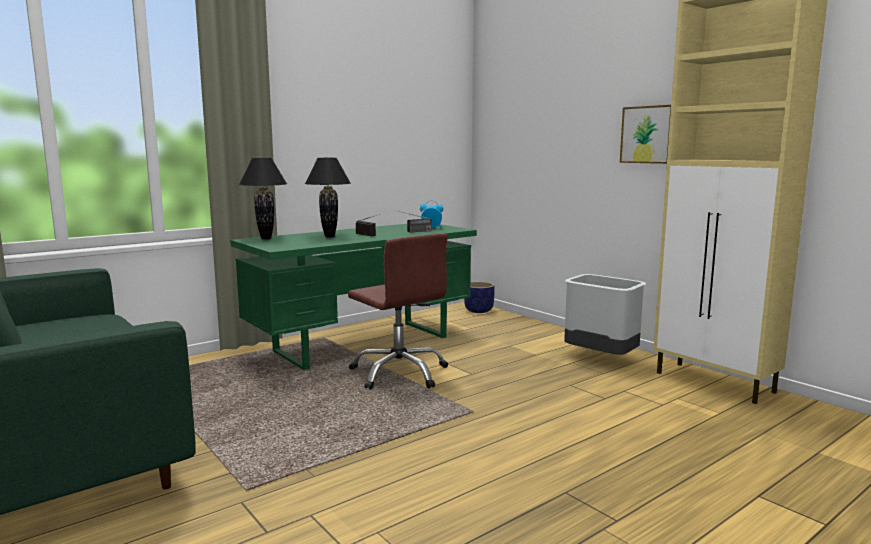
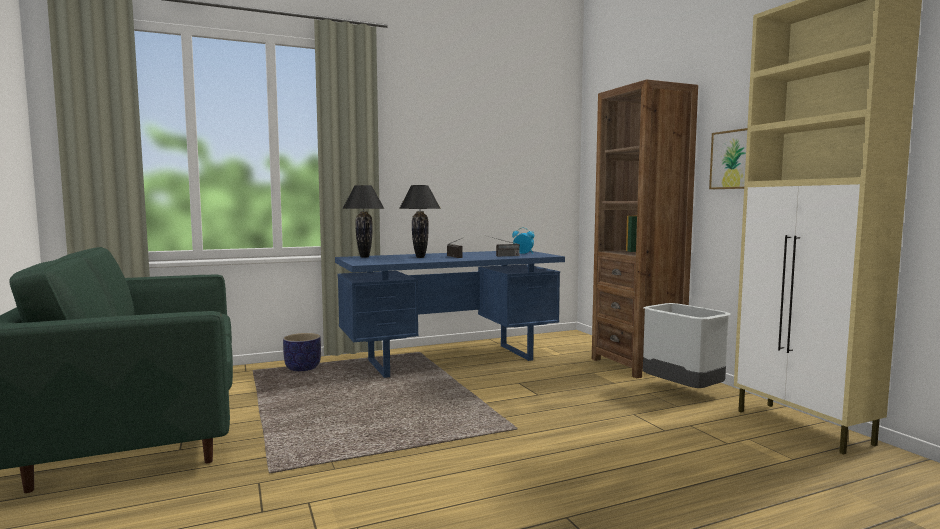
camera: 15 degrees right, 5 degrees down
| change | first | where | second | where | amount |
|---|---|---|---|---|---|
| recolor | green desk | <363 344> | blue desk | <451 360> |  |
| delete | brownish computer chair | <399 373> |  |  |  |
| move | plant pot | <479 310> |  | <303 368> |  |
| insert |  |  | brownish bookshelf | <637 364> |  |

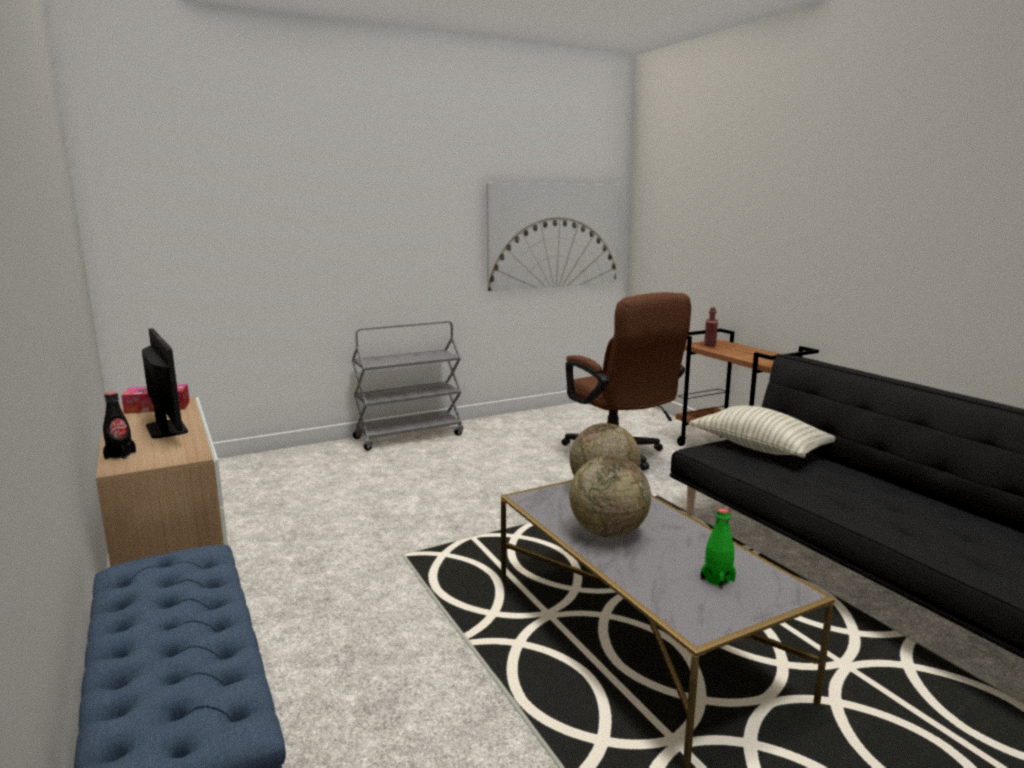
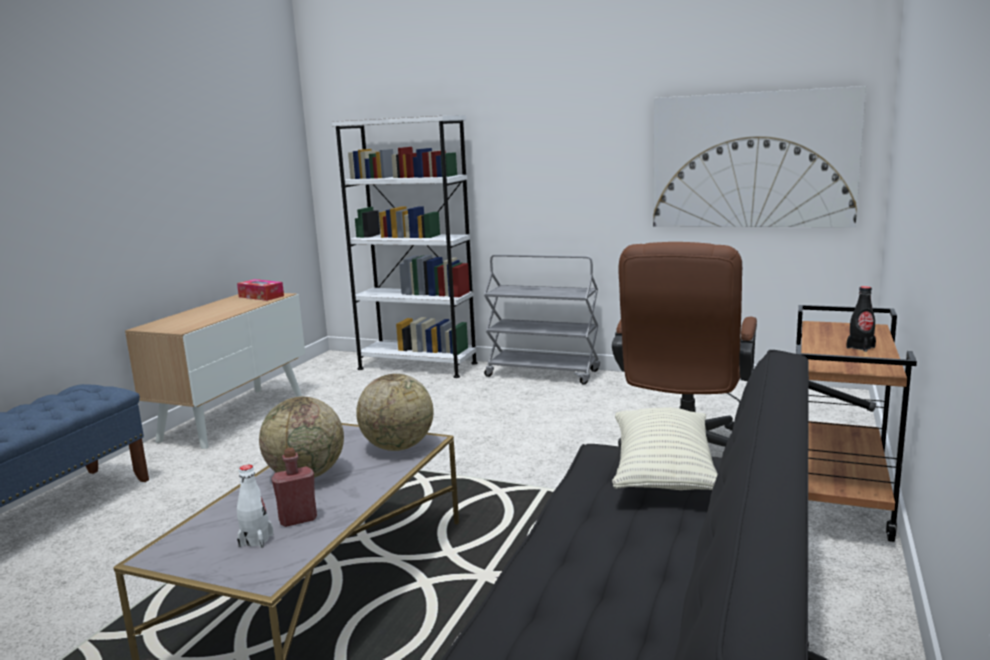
camera: 50 degrees right, 0 degrees up
| change | first | where | second | where | amount |
|---|---|---|---|---|---|
| move | red beverage bottle | <710 345> |  | <298 519> |  |
| delete | computer display | <166 429> |  |  |  |
| move | black-coloured beverage bottle | <120 455> |  | <860 347> |  |
| recolor | green beverage bottle | <717 579> | whitish beverage bottle | <256 540> |  |
| insert |  |  | whitish bookshelf | <417 366> |  |

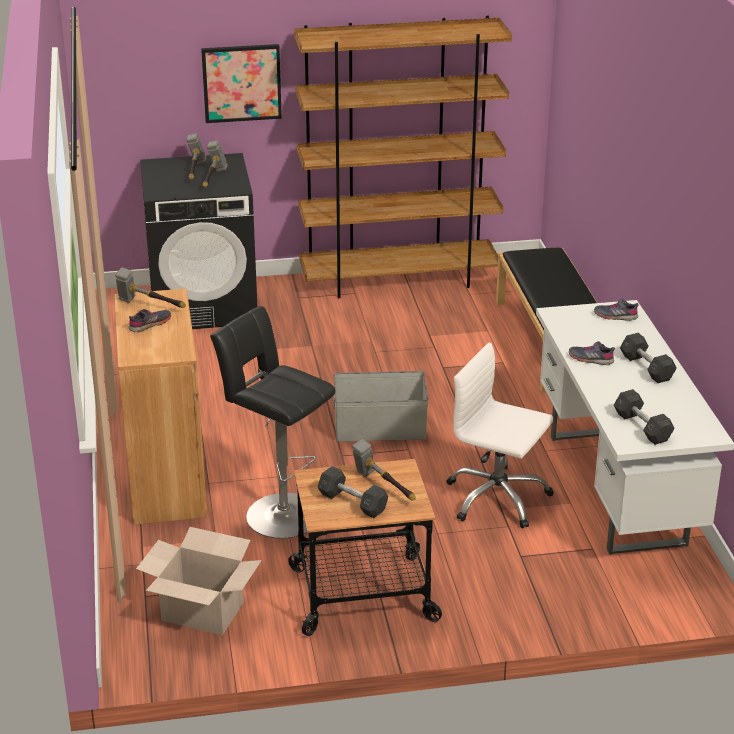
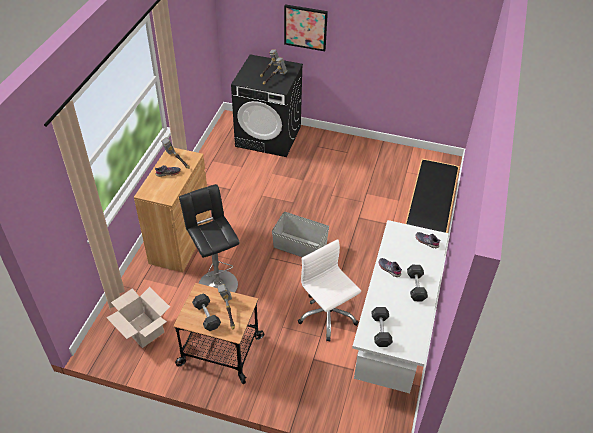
camera: 25 degrees right, 15 degrees up
| change | first | where | second | where | amount |
|---|---|---|---|---|---|
| delete | brownish bookshelf | <399 280> |  |  |  |

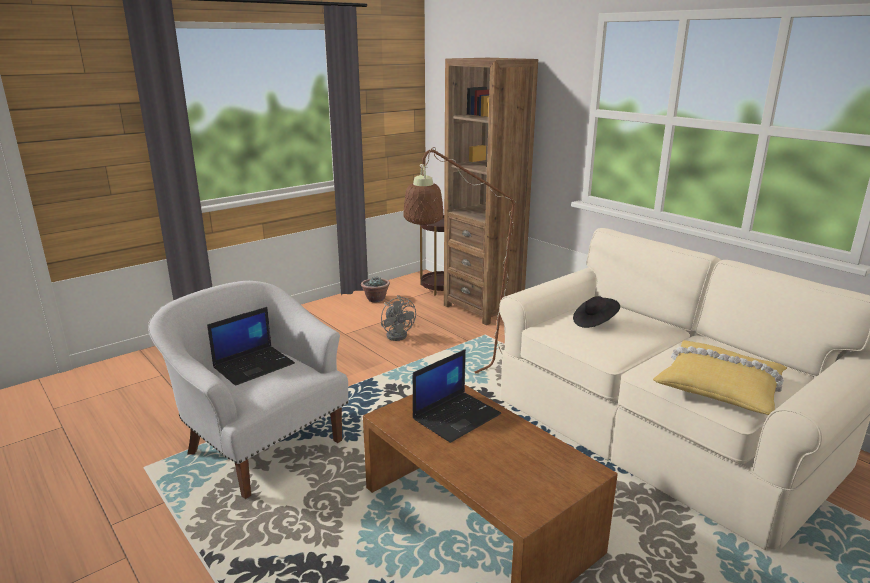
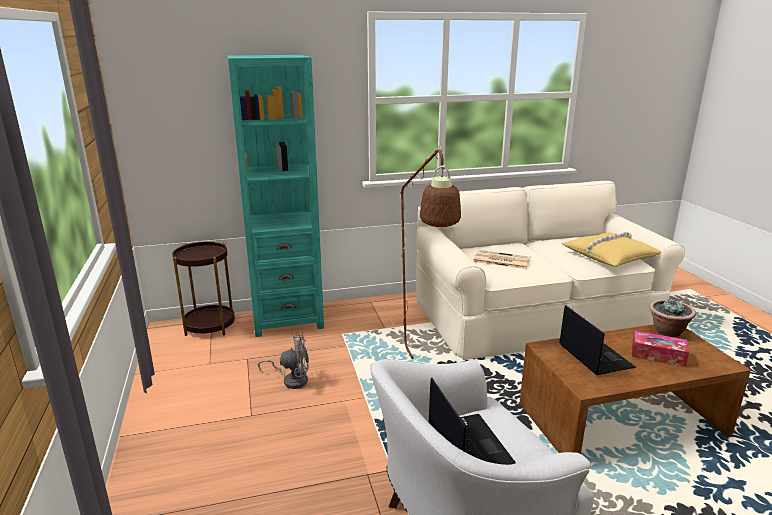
camera: 65 degrees left, 0 degrees up
| change | first | where | second | where | amount |
|---|---|---|---|---|---|
| recolor | brownish bookshelf | <483 308> | blue-green bookshelf | <287 319> |  |
| move | potted plant | <375 299> |  | <667 331> |  |
| replace | black-coloured clothing hat | <594 322> | printed paper | <500 260> |  |
| insert |  |  | tissue box | <658 355> |  |

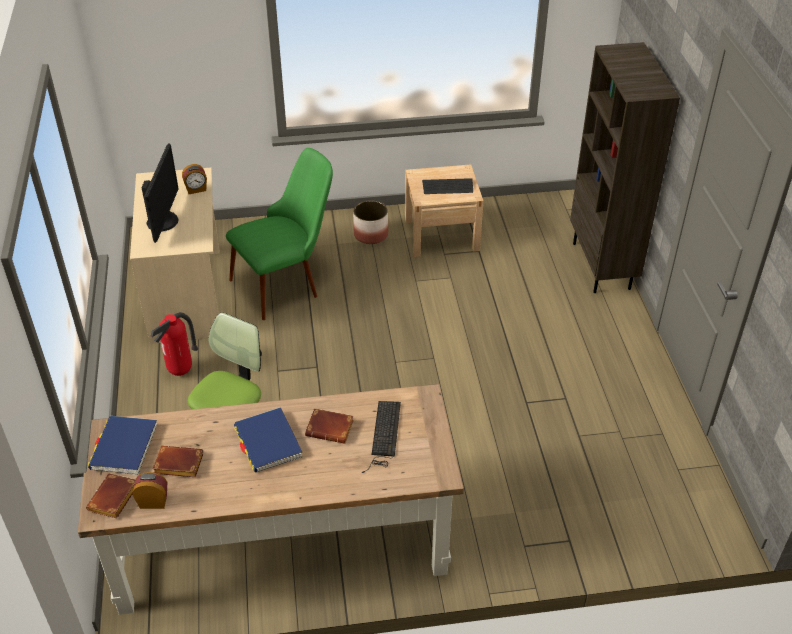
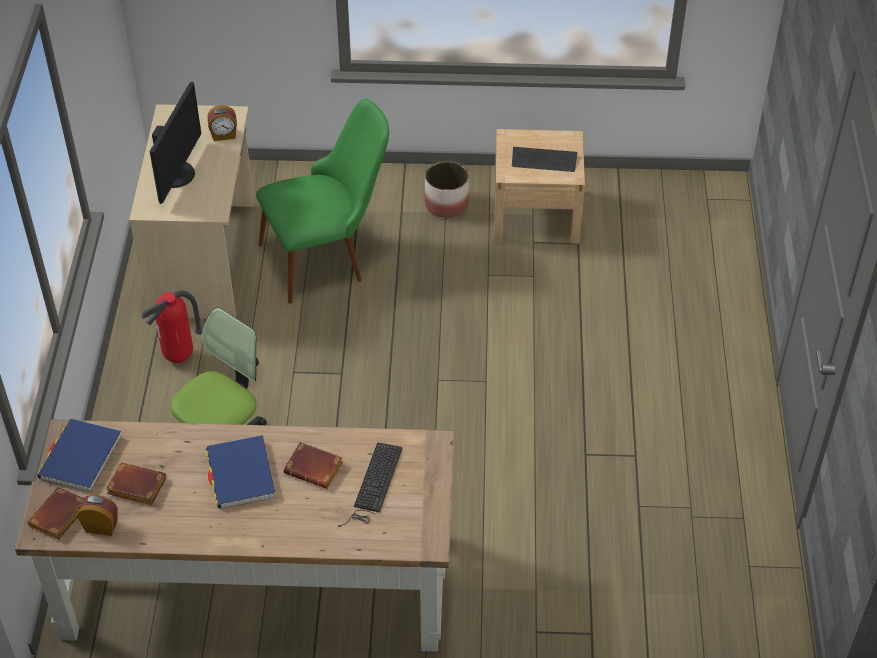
camera: 10 degrees right, 5 degrees up
| change | first | where | second | where | amount |
|---|---|---|---|---|---|
| delete | brownish bookshelf | <602 266> |  |  |  |

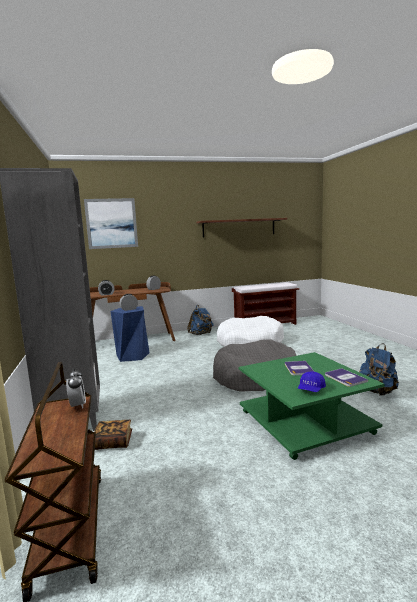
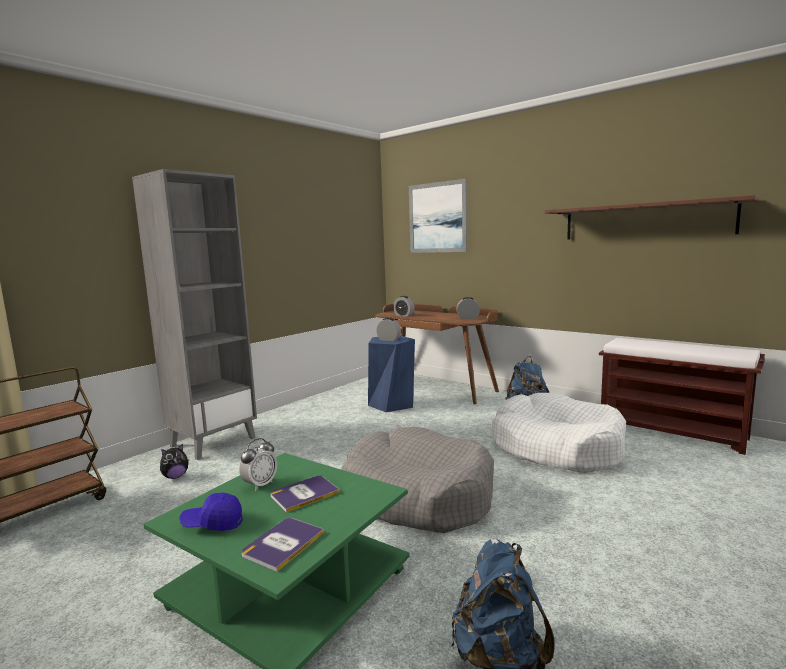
camera: 55 degrees right, 0 degrees up
| change | first | where | second | where | amount |
|---|---|---|---|---|---|
| move | bedside clock | <78 405> |  | <260 485> |  |
| replace | bound book | <113 442> | cuddly toy | <175 476> |  |

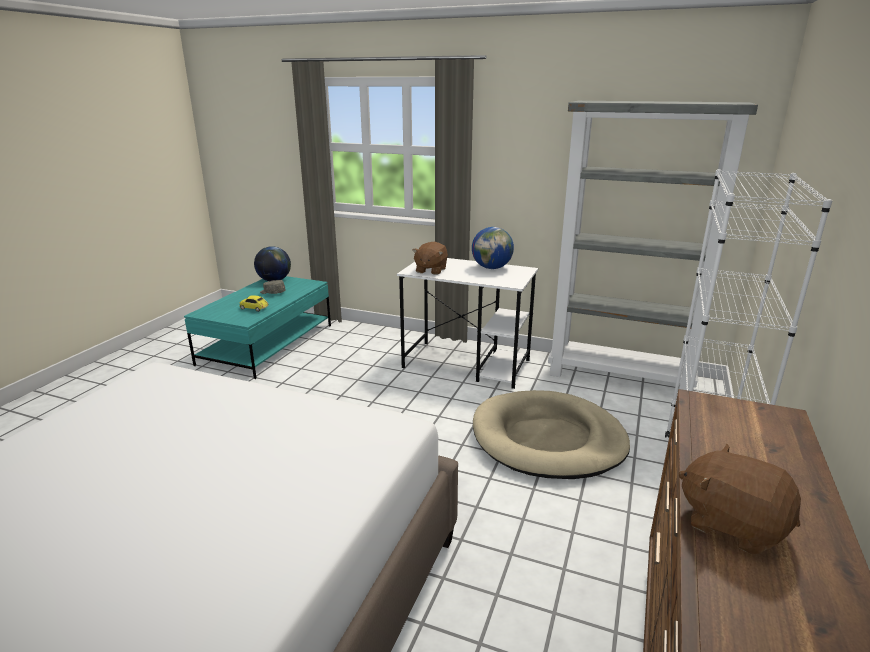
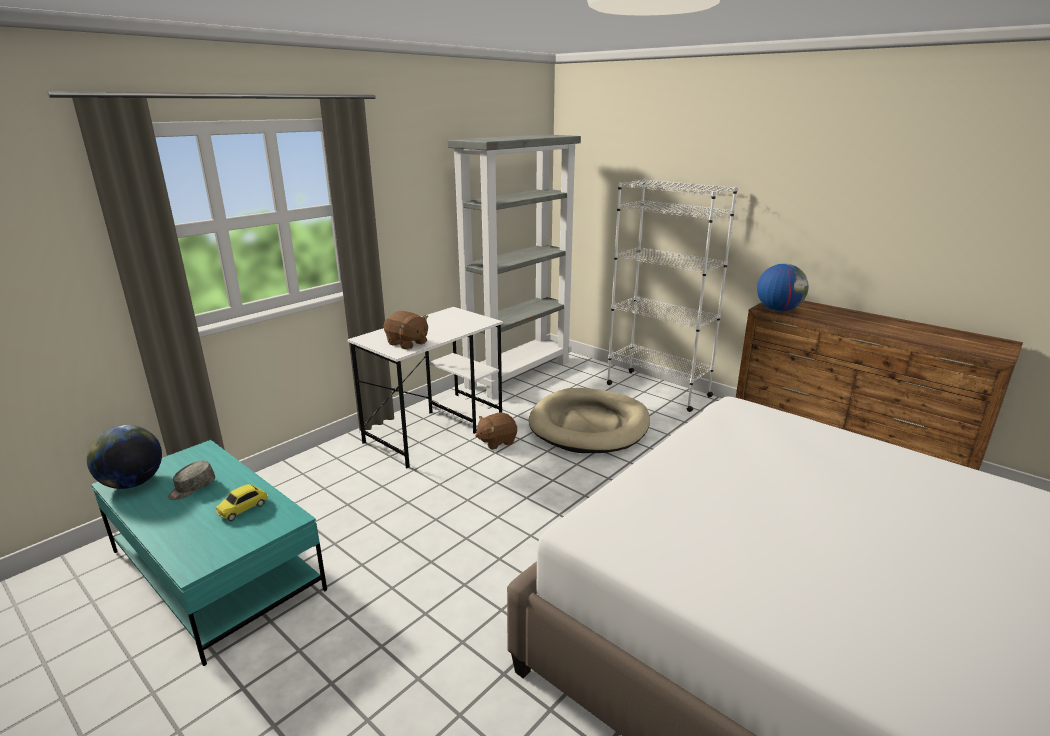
camera: 70 degrees left, 0 degrees up
| change | first | where | second | where | amount |
|---|---|---|---|---|---|
| move | globe | <492 268> |  | <778 310> |  |
| move | brownish cuddly toy | <732 524> |  | <496 441> |  |

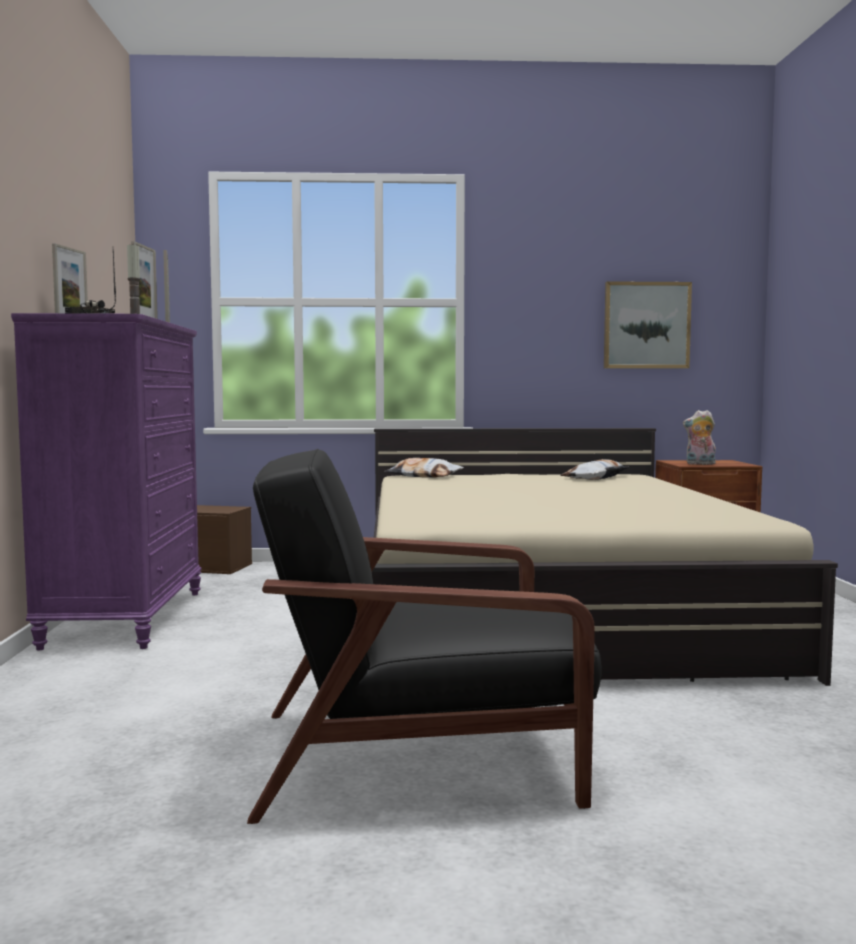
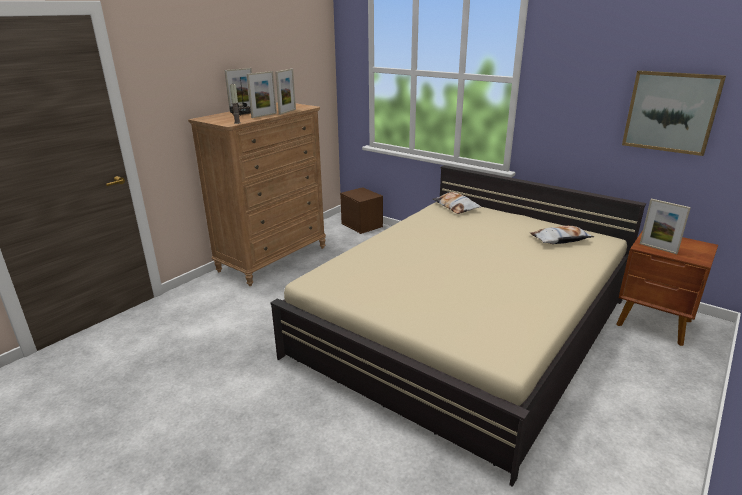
camera: 40 degrees right, 20 degrees up
| change | first | where | second | where | amount |
|---|---|---|---|---|---|
| recolor | purplish drawer chest | <125 618> | brownish drawer chest | <273 259> |  |
| replace | cuddly toy | <699 464> | picture frame | <658 248> |  |
| delete | black-coloured easy chair | <420 755> |  |  |  |

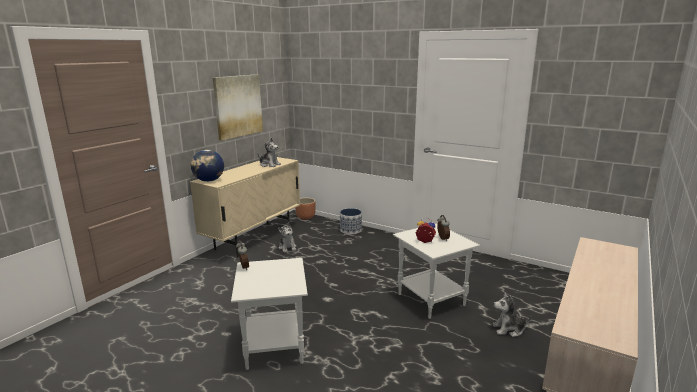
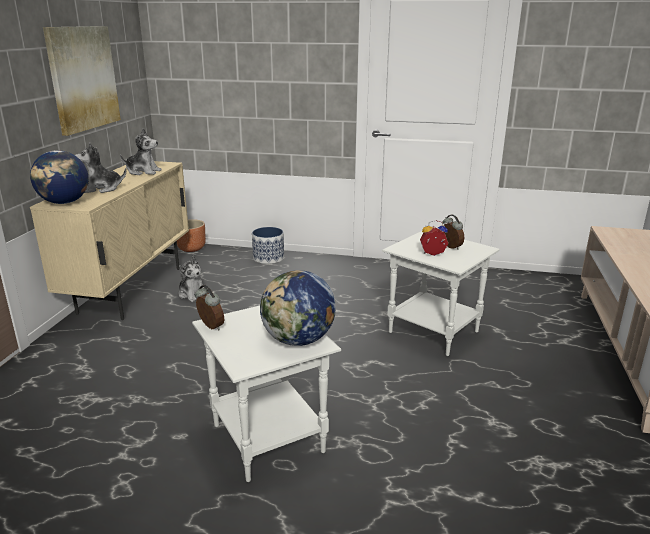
camera: 20 degrees left, 5 degrees up
| change | first | where | second | where | amount |
|---|---|---|---|---|---|
| move | cuddly toy | <509 329> |  | <102 189> |  |
| insert |  |  | globe | <298 340> |  |

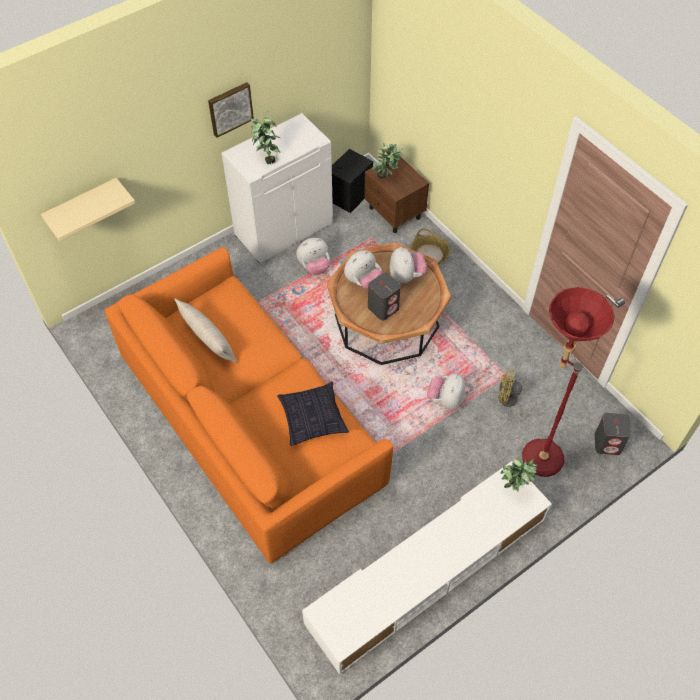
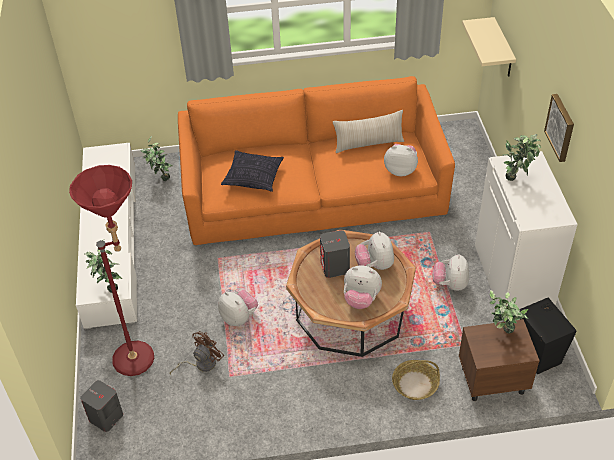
camera: 120 degrees right, 10 degrees down
| change | first | where | second | where | amount |
|---|---|---|---|---|---|
| recolor | yellow fan | <510 402> | brownish fan | <201 364> |  |
| insert |  |  | potted plant | <160 178> |  |
| insert |  |  | cuddly toy | <400 170> |  |

